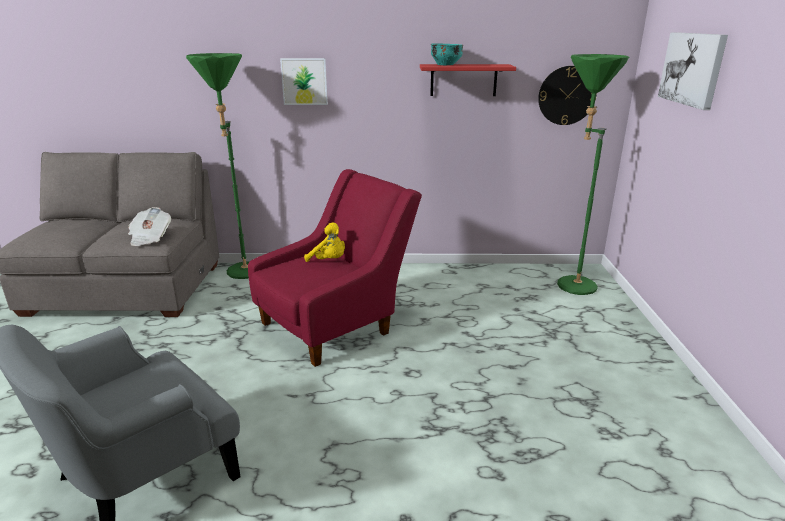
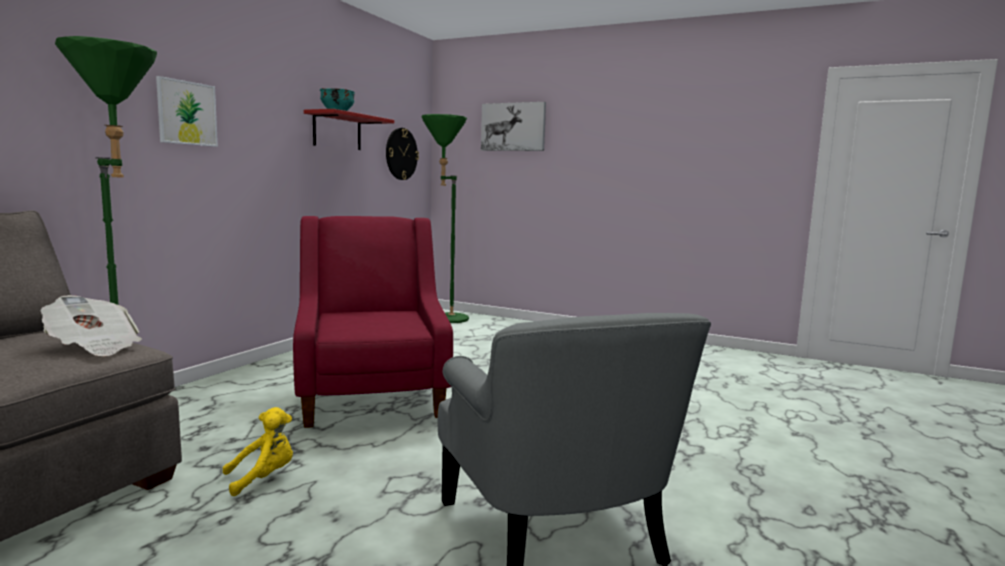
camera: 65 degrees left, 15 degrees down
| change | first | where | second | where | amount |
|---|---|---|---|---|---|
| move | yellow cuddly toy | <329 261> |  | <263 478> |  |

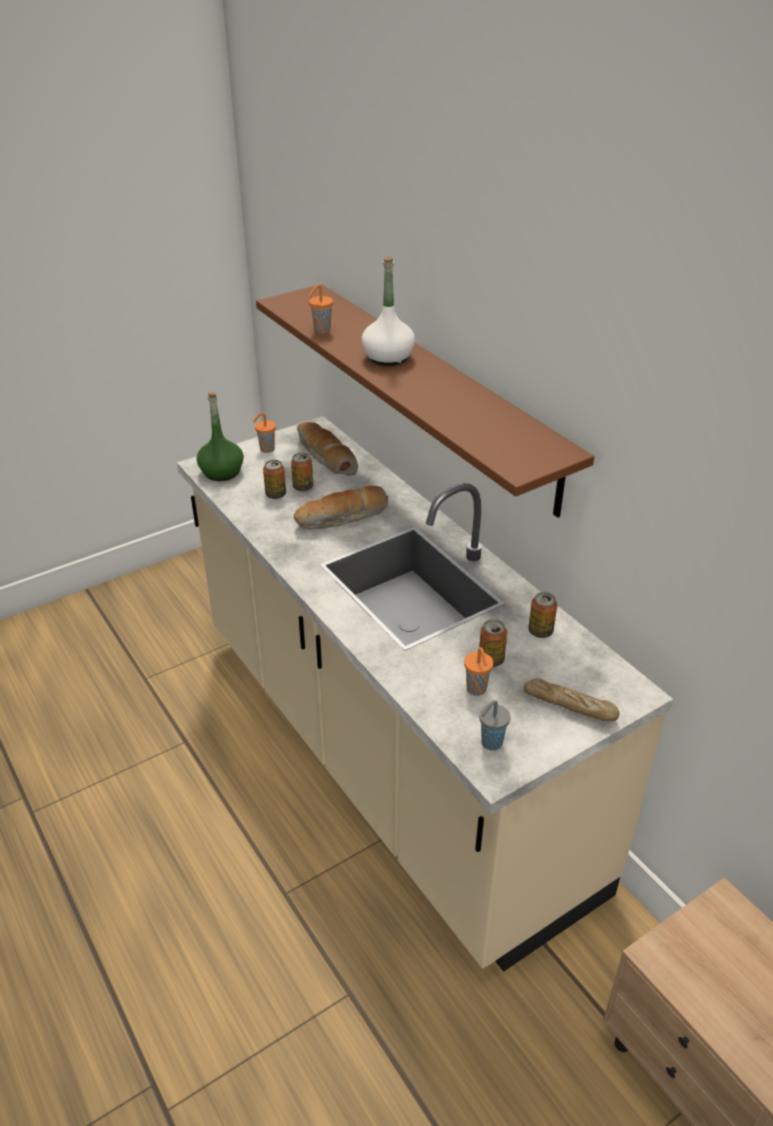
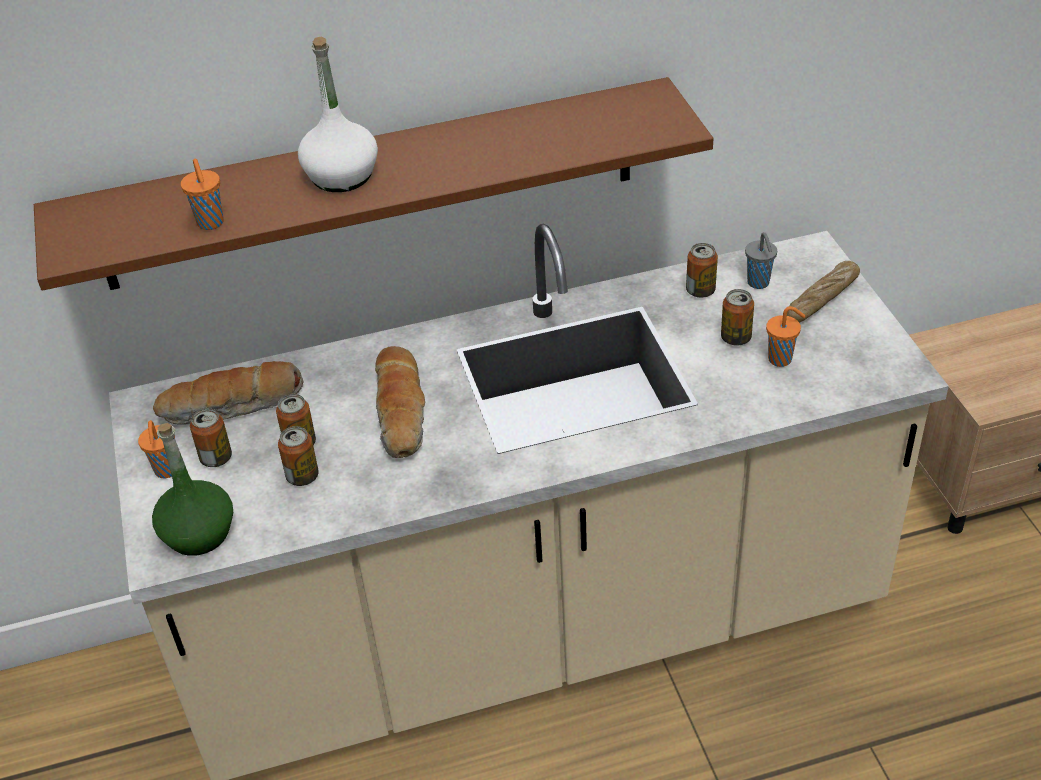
camera: 70 degrees left, 5 degrees up
| change | first | where | second | where | amount |
|---|---|---|---|---|---|
| move | greyish drinking cup | <490 743> |  | <759 283> |  |
| insert |  |  | sealed can | <216 458> |  |

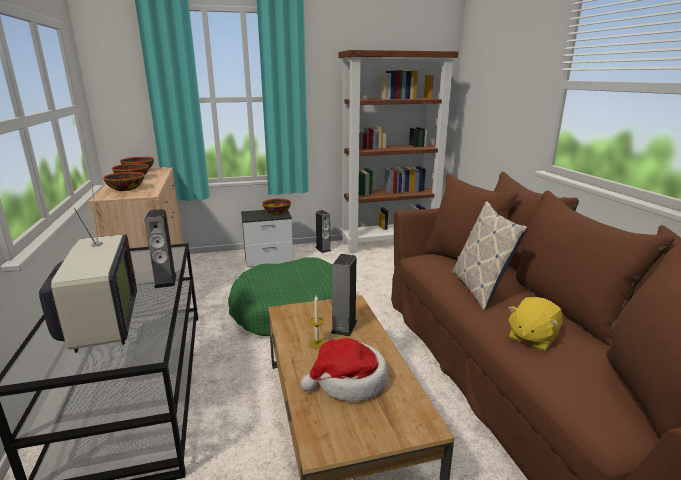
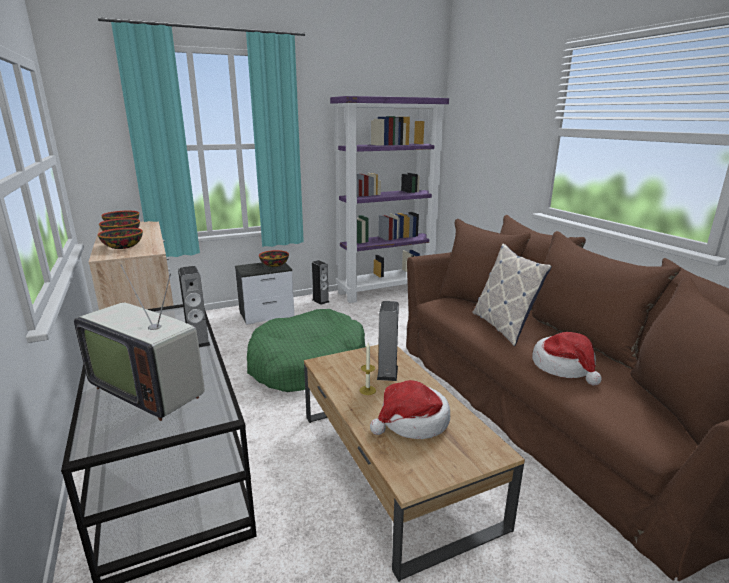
camera: 10 degrees left, 0 degrees up
| change | first | where | second | where | amount |
|---|---|---|---|---|---|
| recolor | brownish bookshelf | <390 243> | purplish bookshelf | <386 290> |  |
| rotate | TV set | <101 324> |  | <151 389> | 150 degrees clockwise |
| replace | yellow cuddly toy | <531 338> | clothing hat | <564 367> |  |

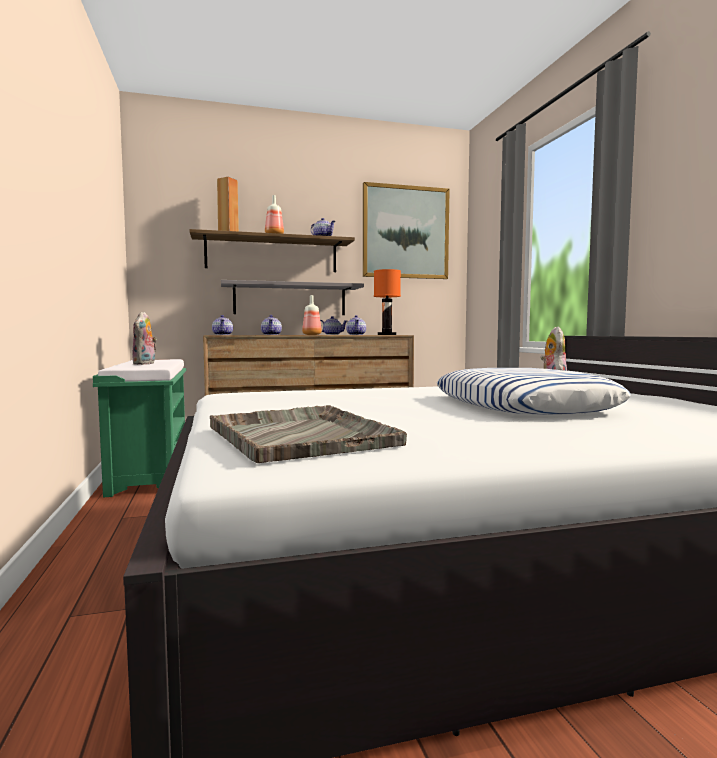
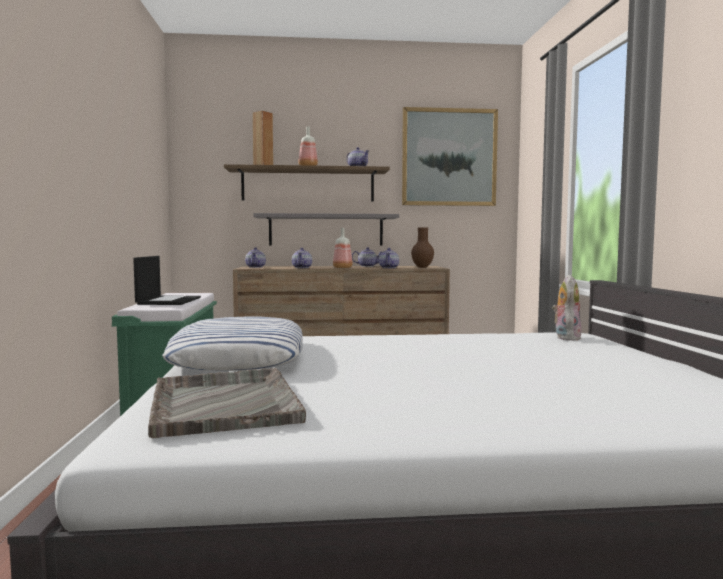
camera: 10 degrees right, 0 degrees up
| change | first | where | second | where | amount |
|---|---|---|---|---|---|
| replace | orangey table lamp | <387 334> | brownish flower vase | <422 267> |  |
| replace | cuddly toy | <145 364> | portable computer | <169 301> |  |
| move | throw pillow | <523 405> |  | <240 357> |  |

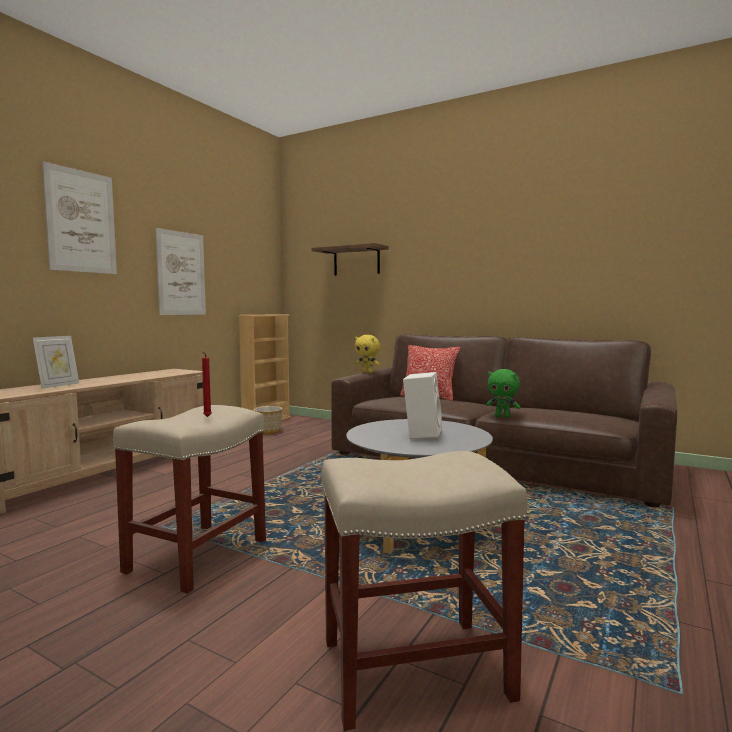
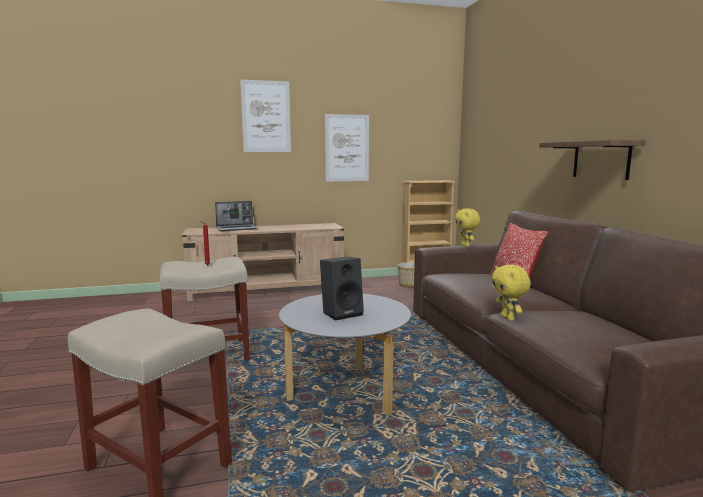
camera: 45 degrees right, 5 degrees up
| change | first | where | second | where | amount |
|---|---|---|---|---|---|
| move | wall shelf | <356 261> |  | <601 160> |  |
| replace | picture frame | <58 385> | portable computer | <237 228> |  |
| recolor | green cuddly toy | <503 417> | yellow cuddly toy | <508 318> |  |
| recolor | whitish loudspeaker | <422 435> | black-coloured loudspeaker | <342 313> |  |

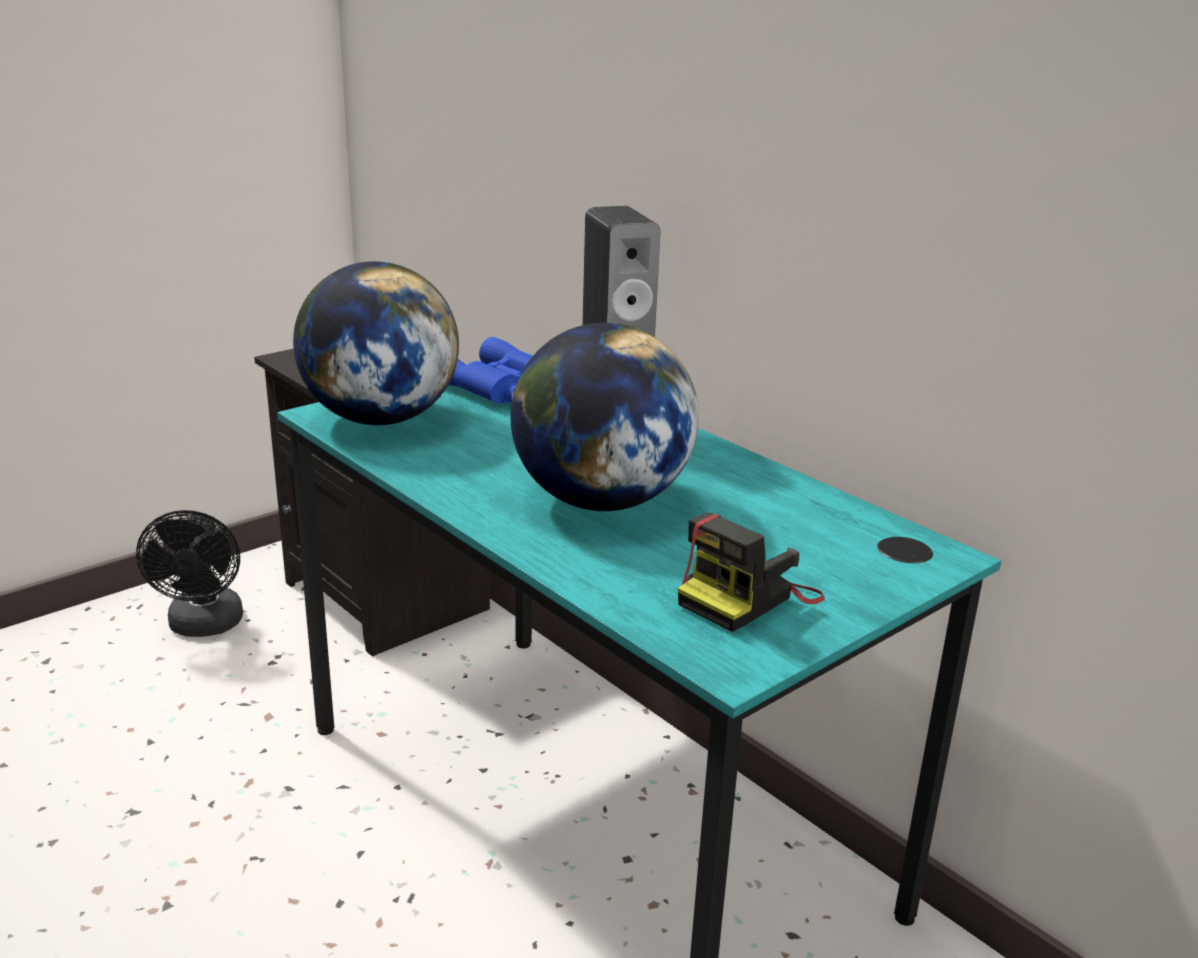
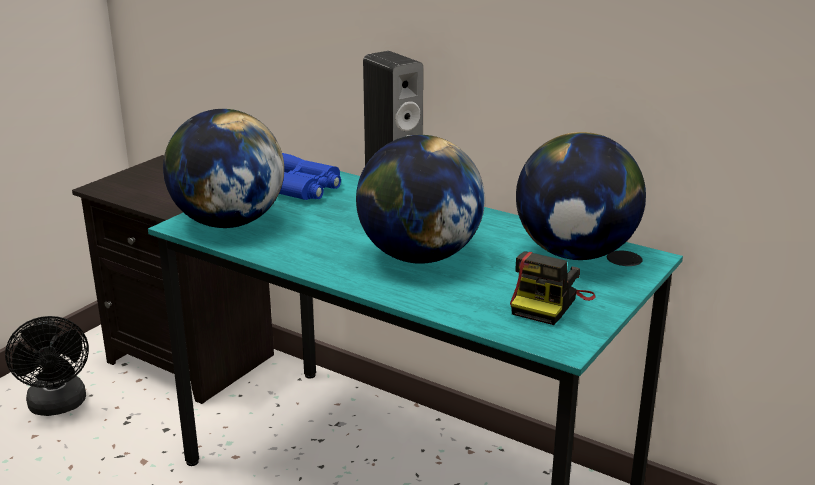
camera: 15 degrees left, 0 degrees up
| change | first | where | second | where | amount |
|---|---|---|---|---|---|
| insert |  |  | globe | <575 253> |  |

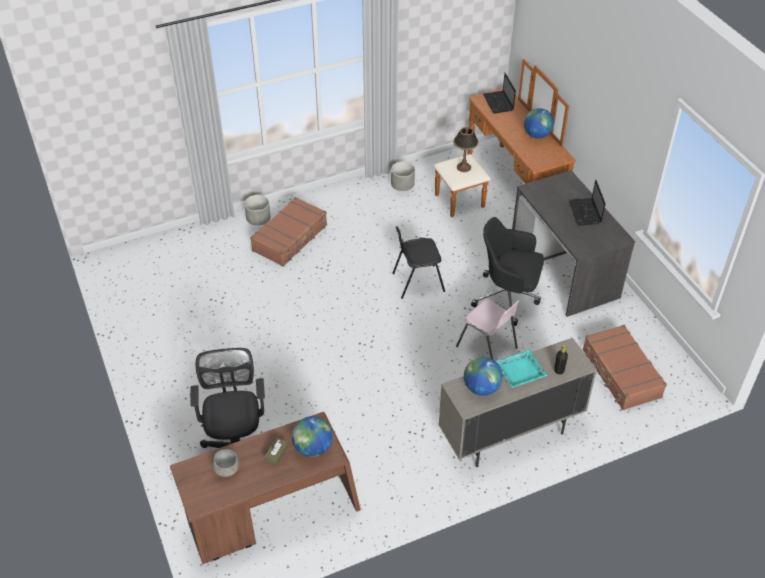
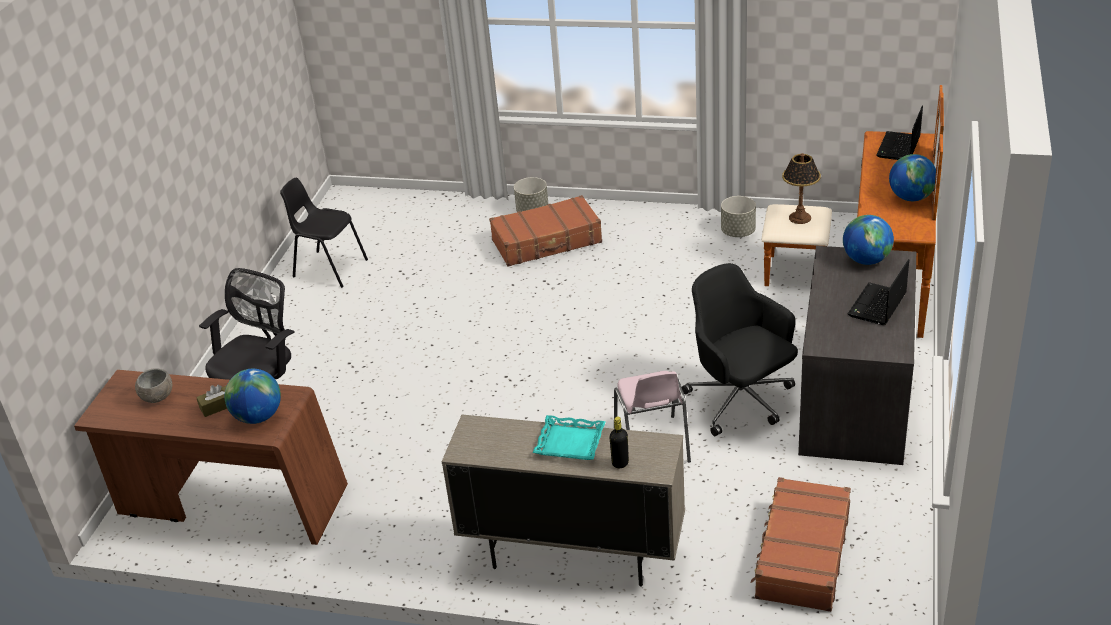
camera: 40 degrees right, 10 degrees down
| change | first | where | second | where | amount |
|---|---|---|---|---|---|
| move | black-coloured chair | <417 282> |  | <329 268> |  |
| move | globe | <481 388> |  | <866 260> |  |

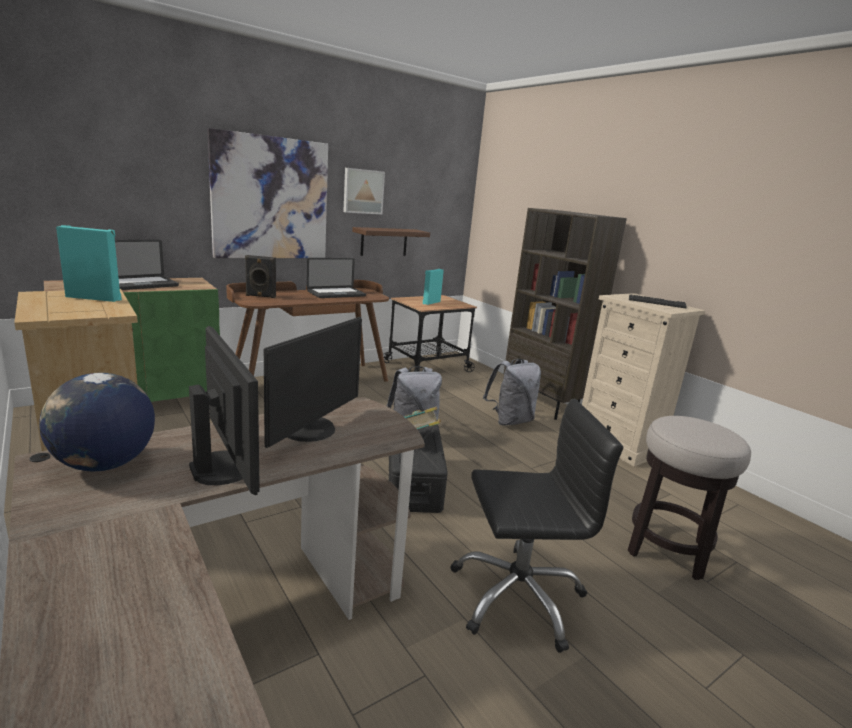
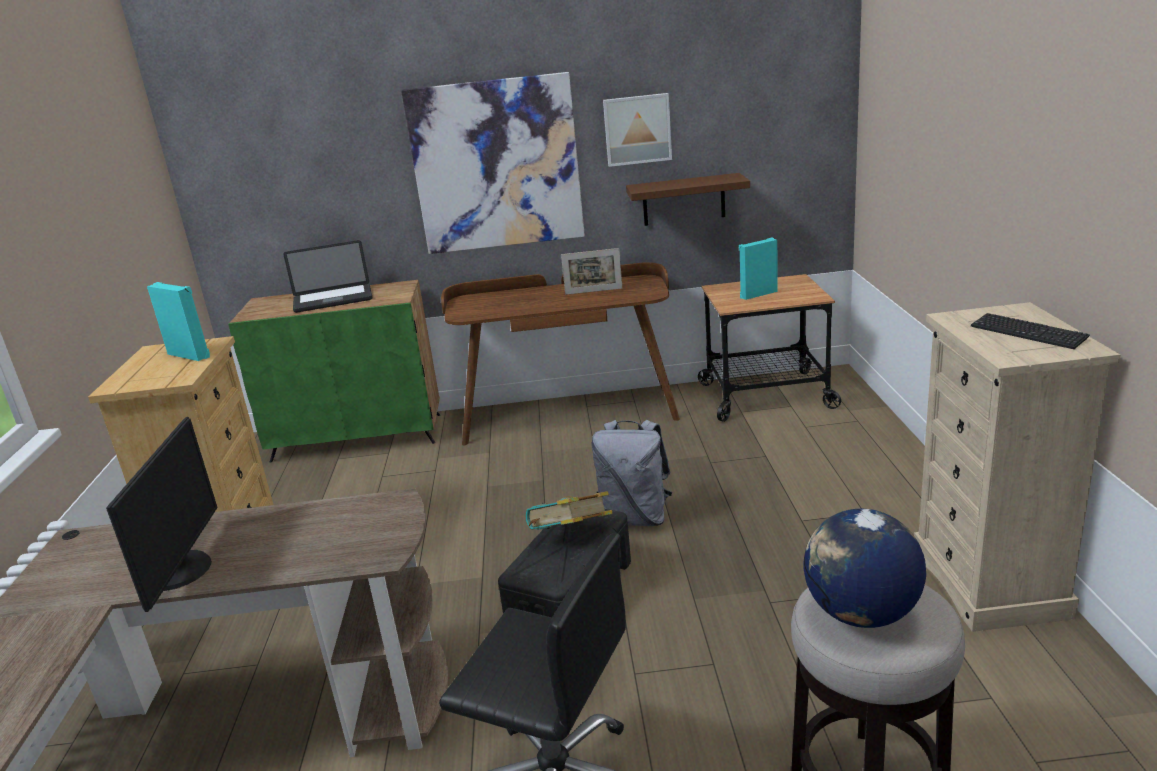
camera: 35 degrees right, 5 degrees up
| change | first | where | second | where | amount |
|---|---|---|---|---|---|
| delete | brownish bookshelf | <542 404> |  |  |  |
| delete | black-coloured loudspeaker | <260 296> |  |  |  |
| replace | portable computer | <336 294> | picture frame | <593 291> |  |
| delete | computer display | <311 430> |  |  |  |
| delete | greyish rucksack | <510 421> |  |  |  |
| move | globe | <104 464> |  | <860 614> |  |

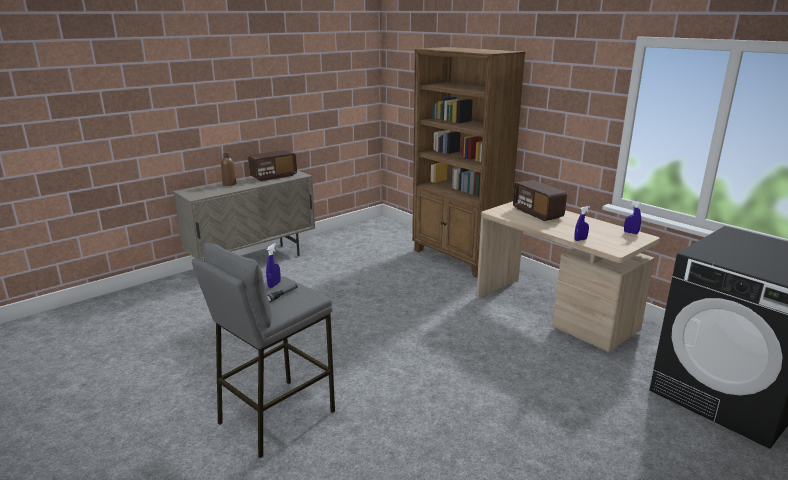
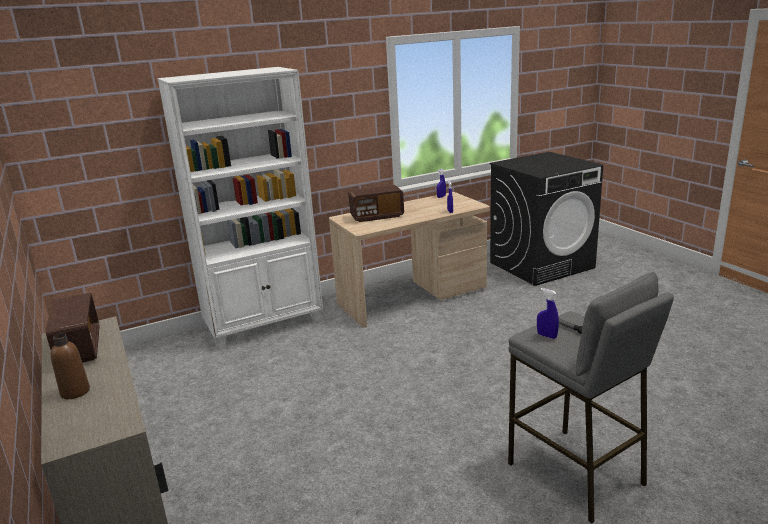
camera: 75 degrees left, 0 degrees up
| change | first | where | second | where | amount |
|---|---|---|---|---|---|
| recolor | brownish bookshelf | <458 258> | whitish bookshelf | <265 325> |  |

